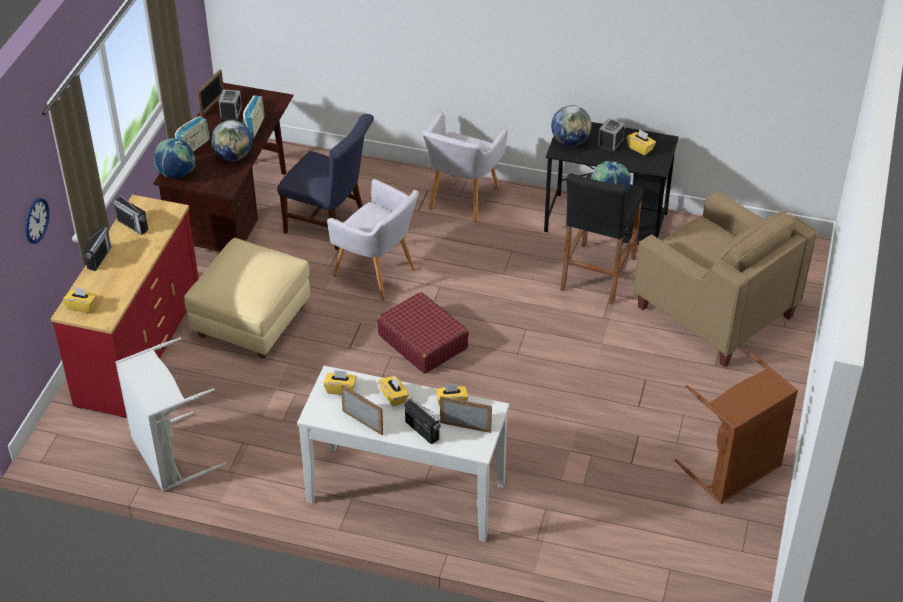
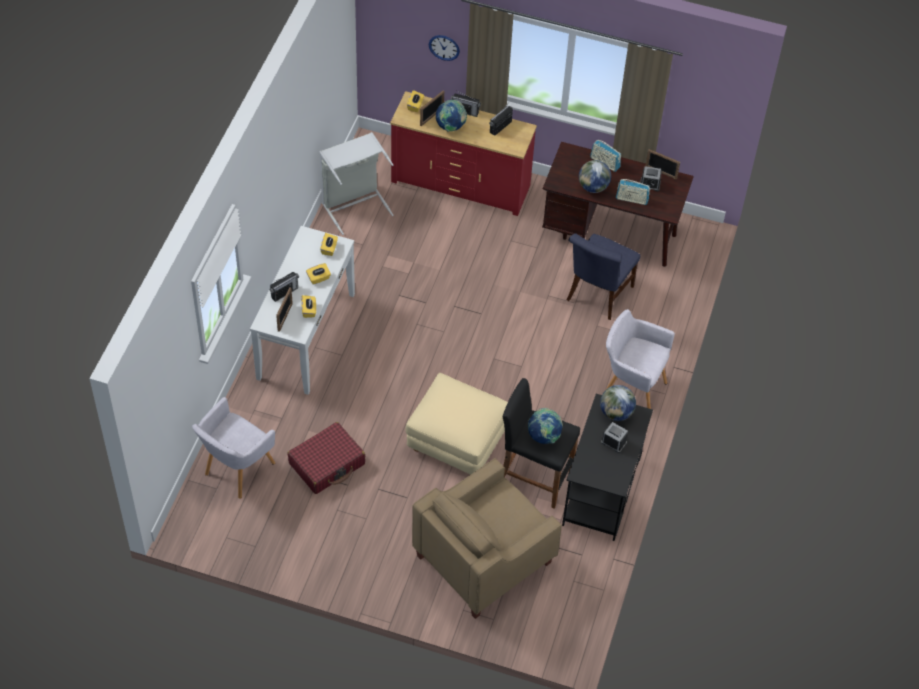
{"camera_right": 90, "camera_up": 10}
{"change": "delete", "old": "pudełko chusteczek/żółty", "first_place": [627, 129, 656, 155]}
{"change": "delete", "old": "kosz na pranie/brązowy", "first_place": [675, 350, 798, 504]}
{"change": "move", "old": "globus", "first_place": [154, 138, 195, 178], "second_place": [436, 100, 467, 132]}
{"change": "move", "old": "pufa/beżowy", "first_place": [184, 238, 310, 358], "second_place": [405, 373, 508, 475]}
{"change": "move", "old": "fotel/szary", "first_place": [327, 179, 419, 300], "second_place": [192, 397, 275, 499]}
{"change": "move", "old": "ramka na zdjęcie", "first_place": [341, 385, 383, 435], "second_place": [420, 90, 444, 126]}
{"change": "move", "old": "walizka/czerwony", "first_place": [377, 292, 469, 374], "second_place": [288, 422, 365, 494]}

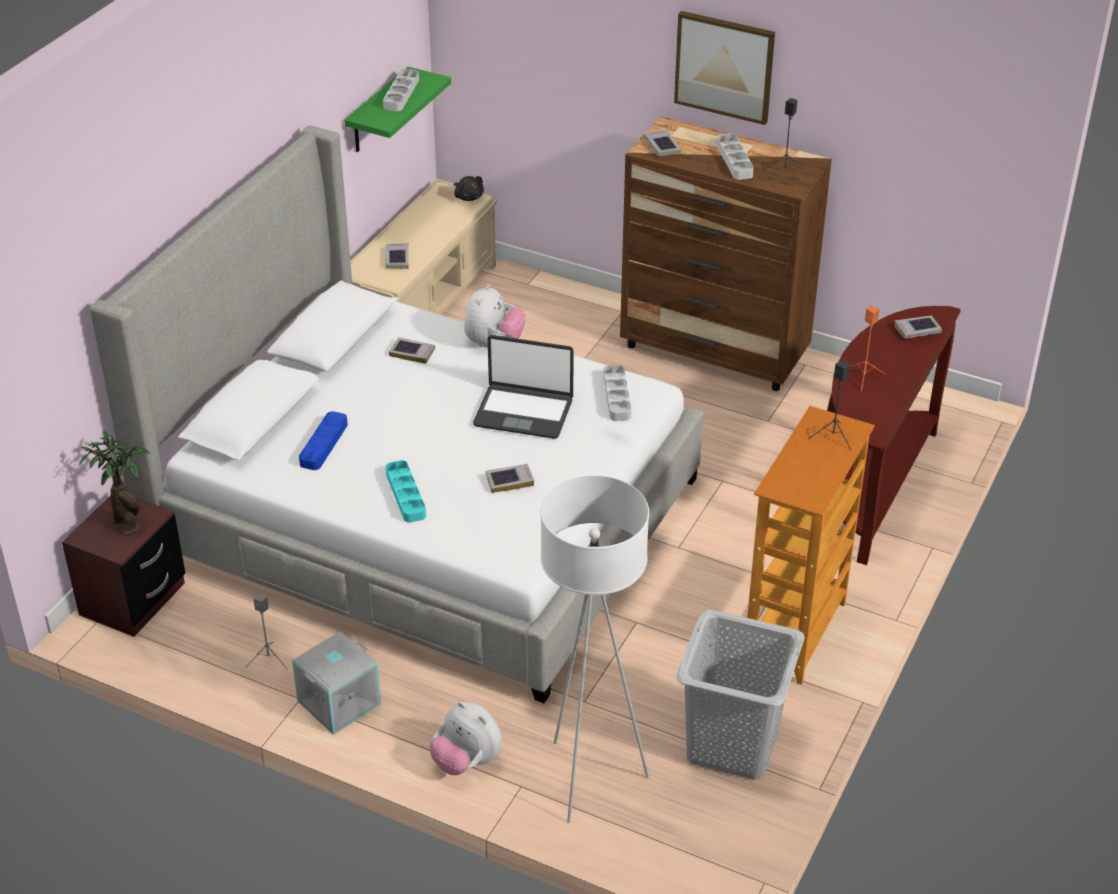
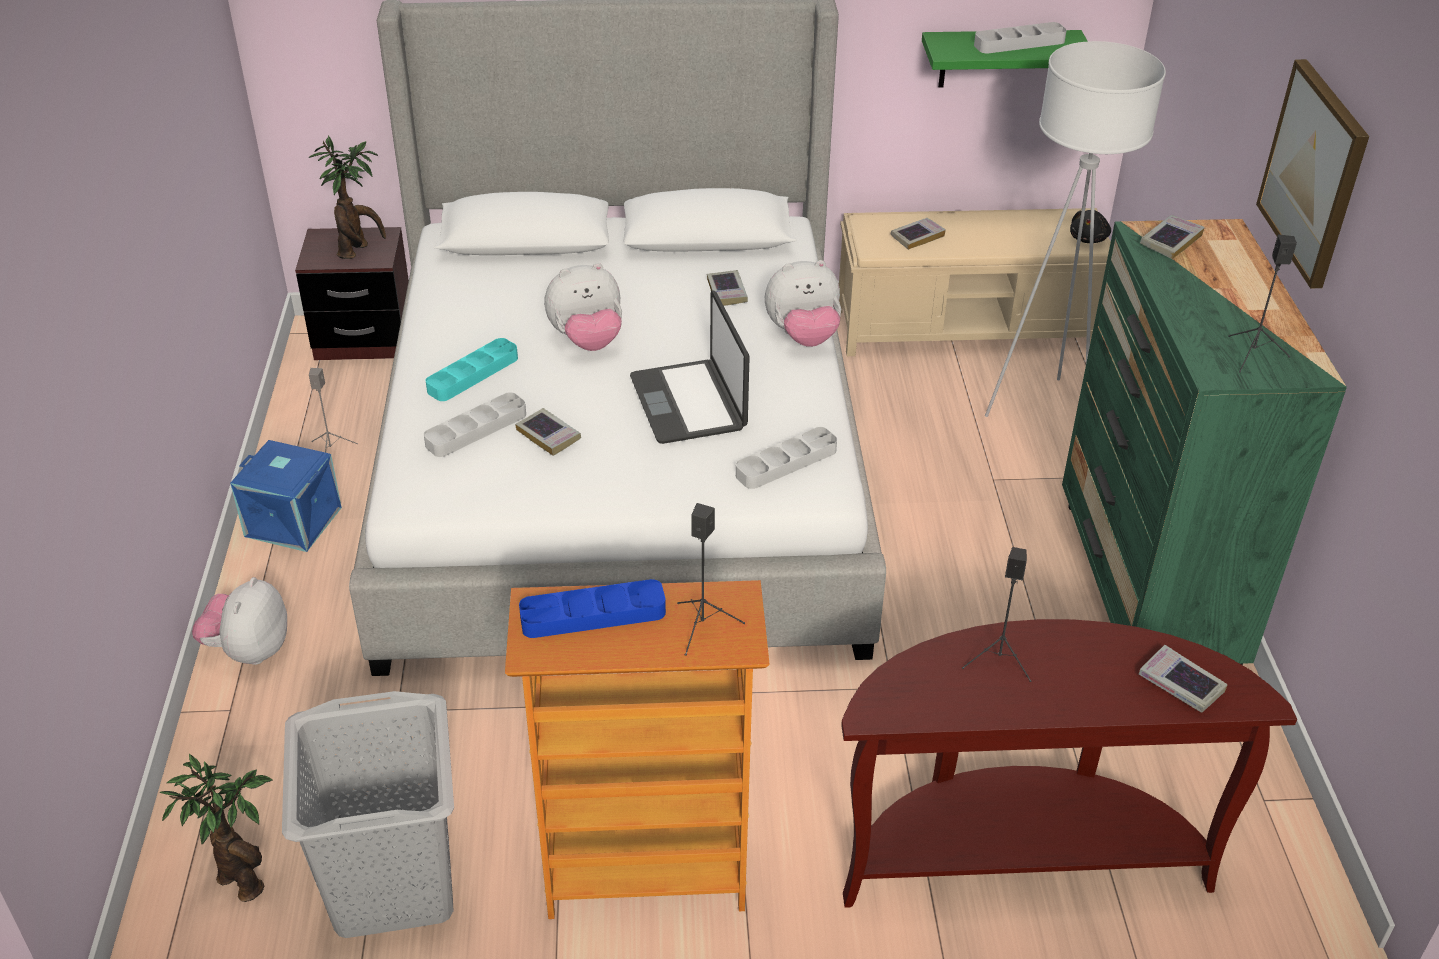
{"camera_right": 60, "camera_up": 0}
{"change": "insert", "new": "roślina doniczkowa", "second_place": [160, 754, 273, 902]}
{"change": "insert", "new": "pluszak", "second_place": [544, 263, 622, 351]}
{"change": "move", "old": "taca/niebieski", "first_place": [299, 411, 348, 470], "second_place": [519, 579, 666, 638]}
{"change": "move", "old": "lampa stojąca/biały", "first_place": [540, 475, 649, 823], "second_place": [985, 41, 1166, 417]}
{"change": "move", "old": "taca/szary", "first_place": [717, 133, 754, 180], "second_place": [424, 392, 526, 457]}
{"change": "recolor", "old": "pojemnik do przechowywania/szary", "new": "pojemnik do przechowywania/niebieski", "first_place": [292, 631, 381, 735], "second_place": [230, 440, 342, 552]}
{"change": "recolor", "old": "komoda/brązowy", "new": "komoda/zielony", "first_place": [620, 116, 831, 391], "second_place": [1062, 219, 1347, 665]}
{"change": "recolor", "old": "głośnik/pomarańczowy", "new": "głośnik/czarny", "first_place": [850, 306, 885, 392], "second_place": [962, 547, 1032, 682]}

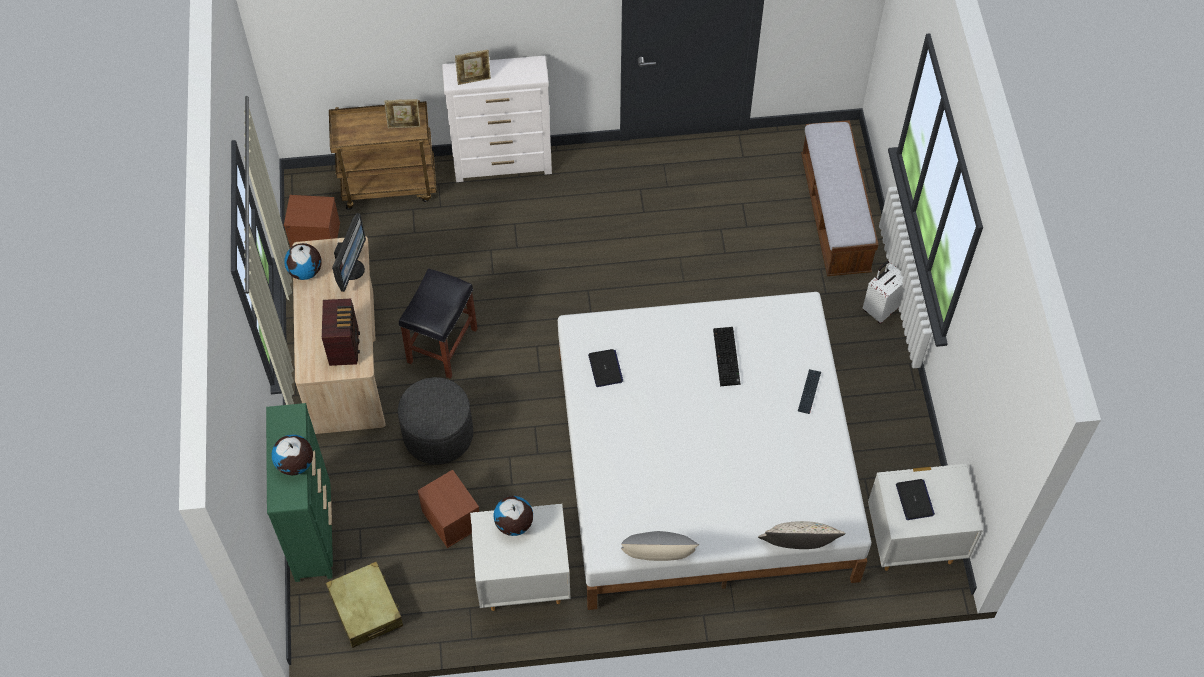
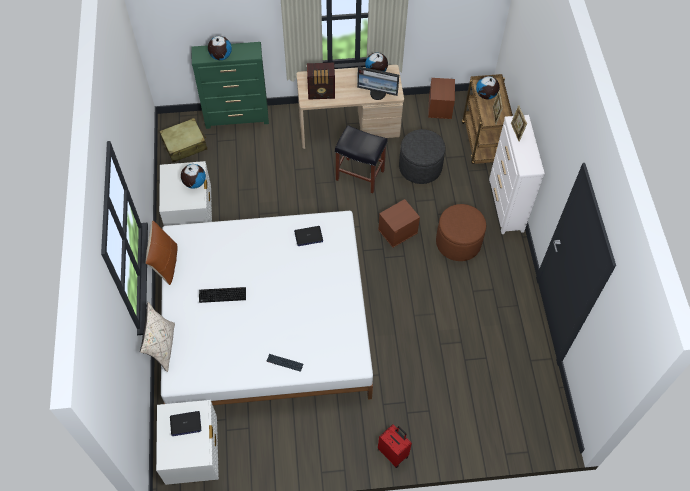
{"camera_right": 90, "camera_up": 0}
{"change": "delete", "old": "ławka", "first_place": [801, 120, 879, 276]}
{"change": "insert", "new": "pufa/brązowy", "second_place": [436, 204, 486, 261]}
{"change": "insert", "new": "globus", "second_place": [476, 76, 500, 99]}
{"change": "move", "old": "pufa/szary", "first_place": [398, 377, 473, 464], "second_place": [399, 129, 445, 184]}
{"change": "move", "old": "pojemnik do przechowywania/brązowy", "first_place": [417, 470, 479, 548], "second_place": [378, 199, 420, 248]}
{"change": "move", "old": "klawiatura", "first_place": [713, 327, 740, 386], "second_place": [199, 287, 246, 303]}
{"change": "recolor", "old": "poduszka/szary", "new": "poduszka/brązowy", "first_place": [621, 531, 699, 561], "second_place": [146, 221, 178, 285]}
{"change": "recolor", "old": "walizka/biały", "new": "walizka/czerwony", "first_place": [863, 261, 904, 324], "second_place": [378, 424, 412, 468]}

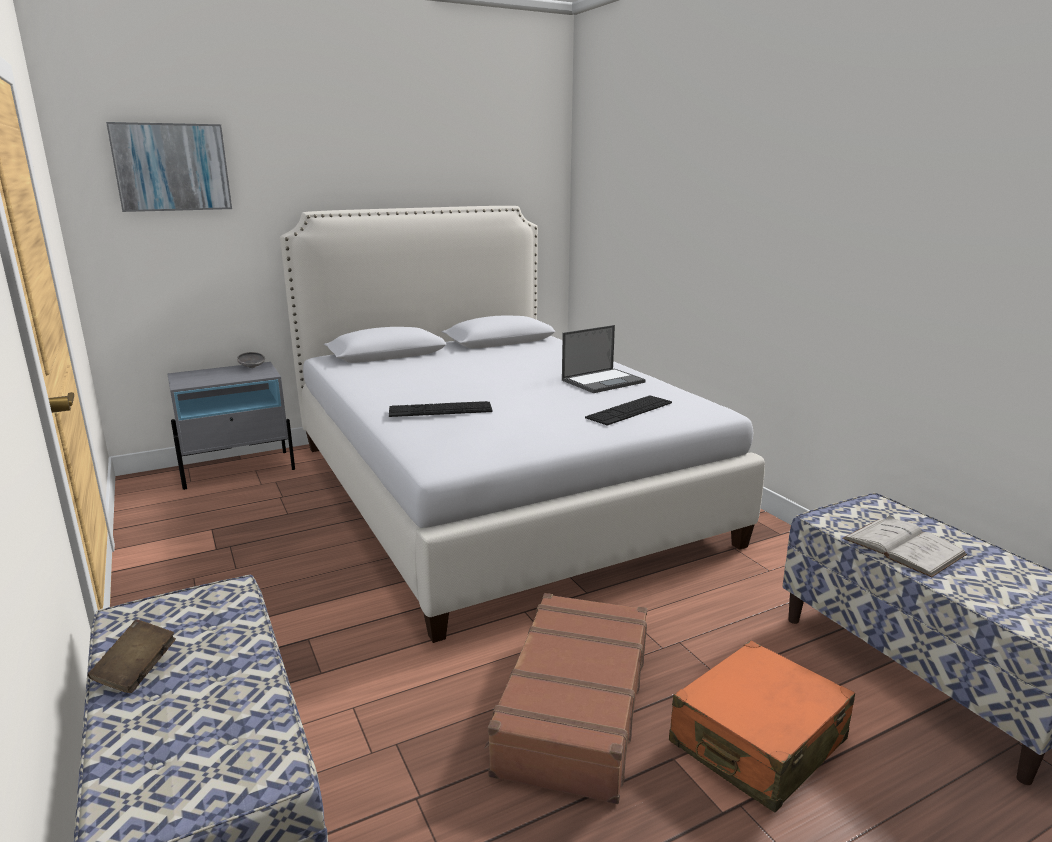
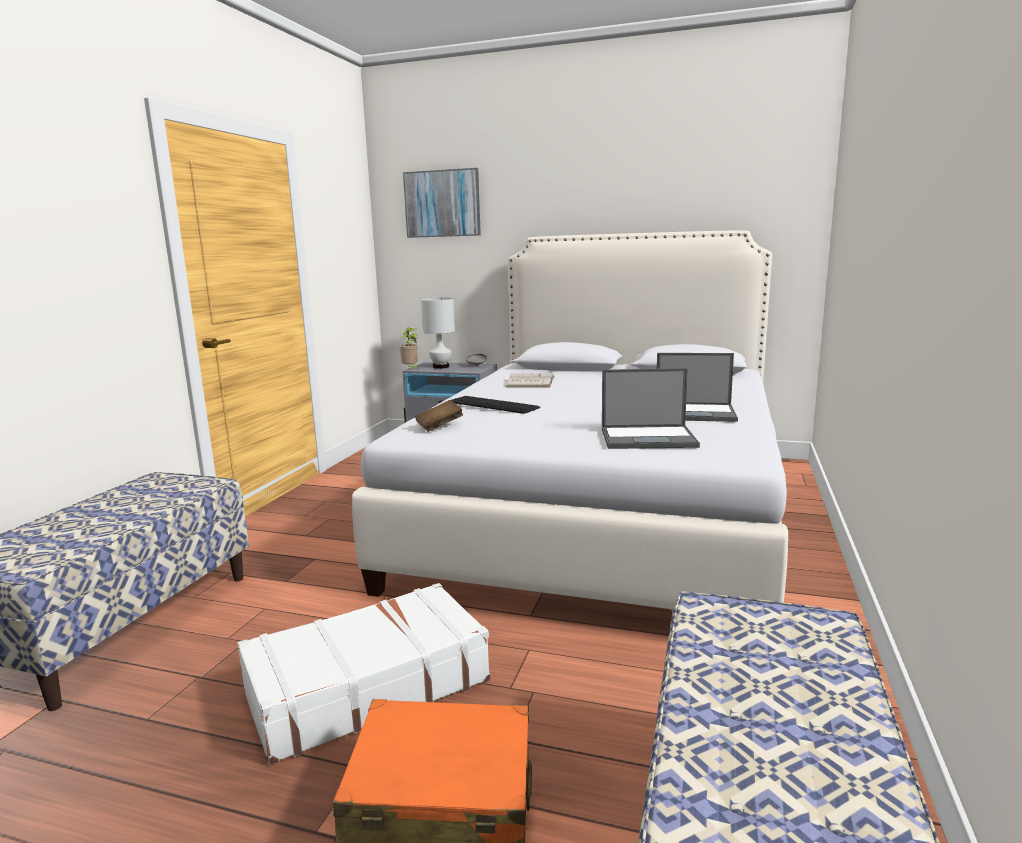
{"camera_right": 45, "camera_up": -5}
{"change": "insert", "new": "roślina doniczkowa", "second_place": [399, 327, 418, 369]}
{"change": "insert", "new": "lampa stołowa/biały", "second_place": [421, 298, 455, 369]}
{"change": "move", "old": "książka/brązowy", "first_place": [88, 620, 176, 693], "second_place": [415, 400, 464, 432]}
{"change": "move", "old": "książka/biały", "first_place": [842, 516, 967, 577], "second_place": [506, 371, 554, 388]}
{"change": "replace", "old": "klawiatura", "new": "laptop", "first_place": [585, 395, 672, 426], "second_place": [602, 368, 700, 449]}
{"change": "recolor", "old": "walizka/brązowy", "new": "walizka/biały", "first_place": [484, 593, 647, 804], "second_place": [237, 583, 491, 765]}

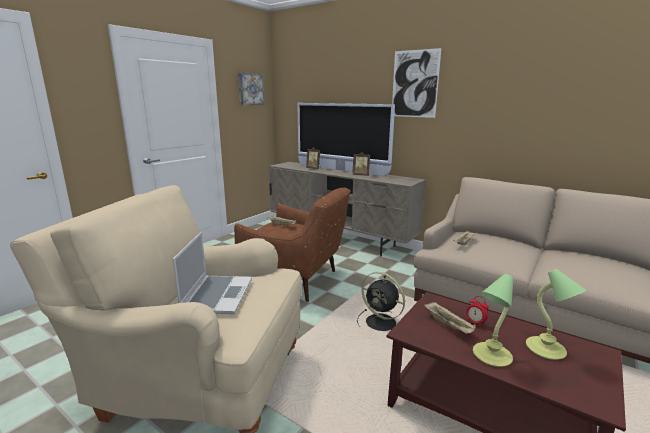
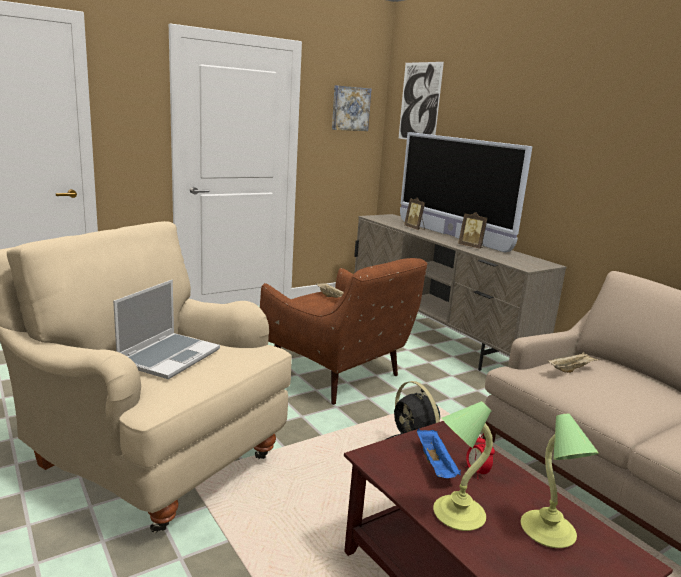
{"camera_right": 20, "camera_up": 0}
{"change": "move", "old": "obraz", "first_place": [392, 48, 441, 118], "second_place": [399, 62, 444, 140]}
{"change": "recolor", "old": "taca/beżowy", "new": "taca/niebieski", "first_place": [424, 302, 476, 334], "second_place": [417, 429, 461, 478]}

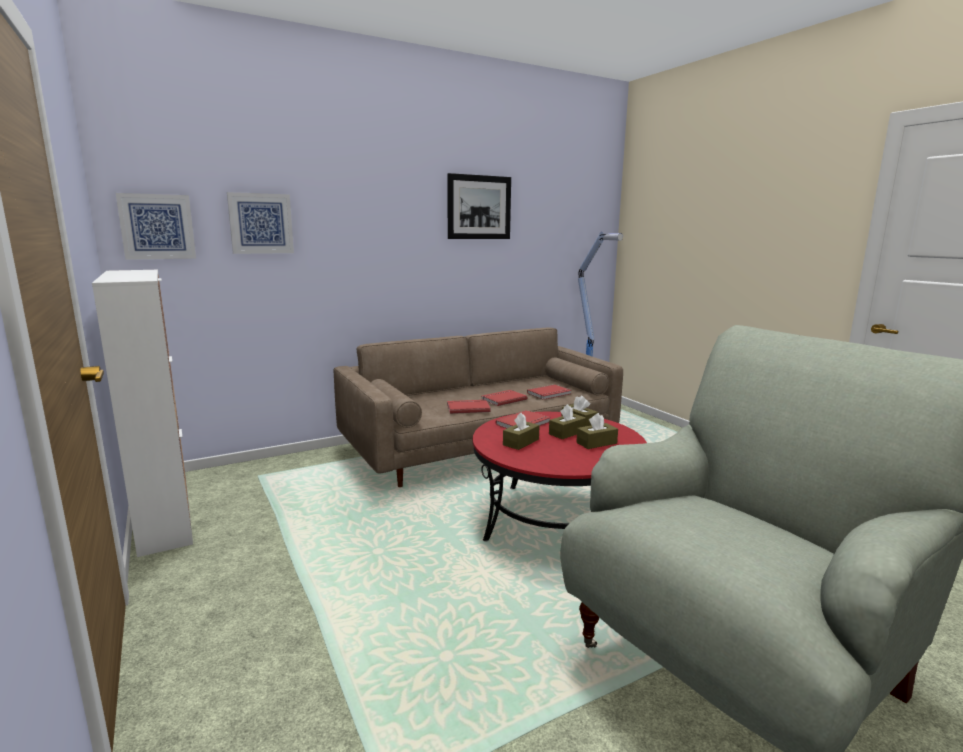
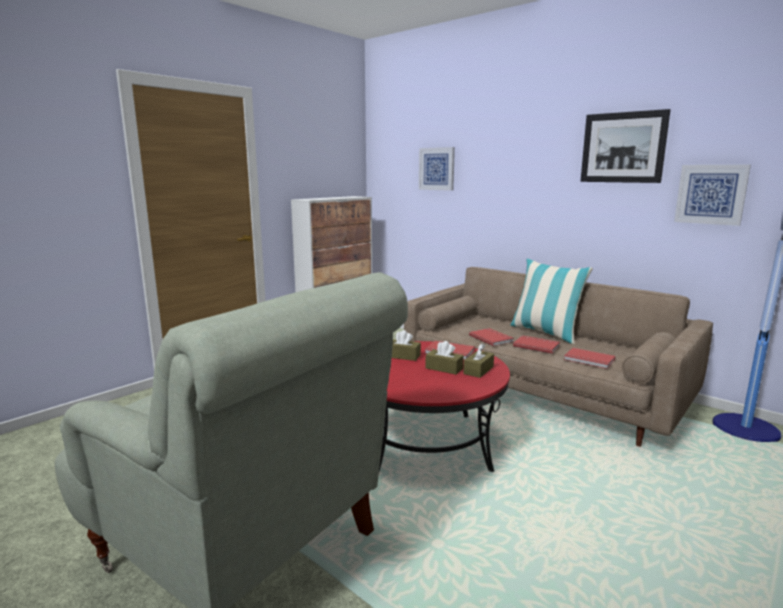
{"camera_right": 70, "camera_up": 0}
{"change": "delete", "old": "pudełko chusteczek/brązowy", "first_place": [576, 413, 618, 449]}
{"change": "insert", "new": "poduszka", "second_place": [510, 259, 593, 344]}
{"change": "move", "old": "obraz", "first_place": [116, 193, 196, 260], "second_place": [674, 165, 751, 226]}

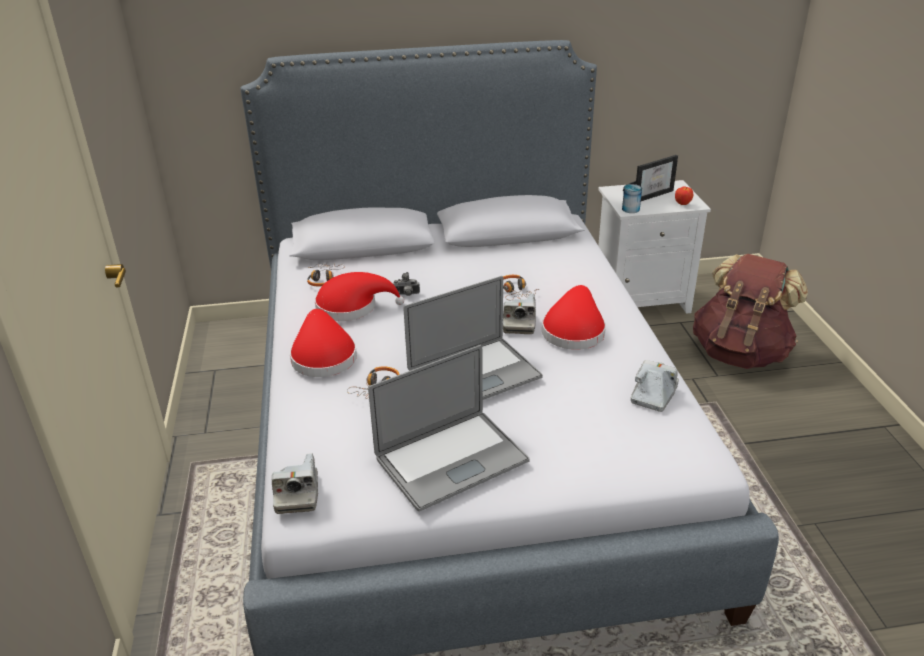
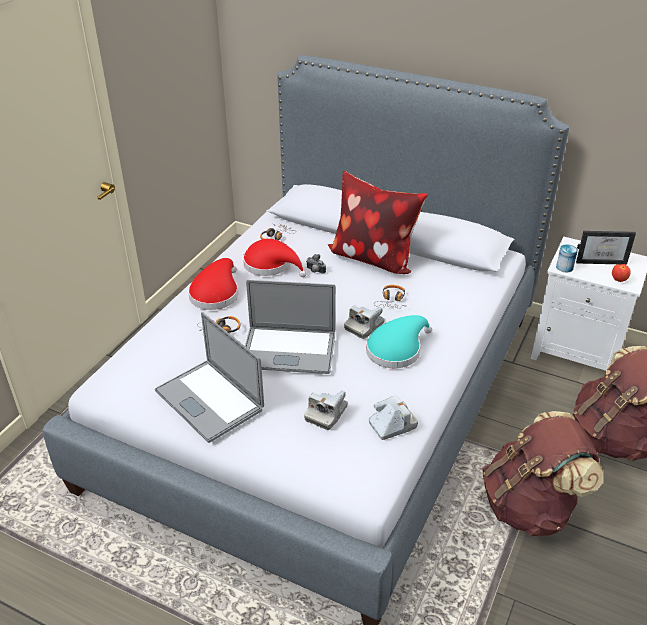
{"camera_right": 35, "camera_up": 5}
{"change": "insert", "new": "poduszka", "second_place": [328, 171, 428, 274]}
{"change": "insert", "new": "plecak/brązowy", "second_place": [482, 411, 603, 536]}
{"change": "move", "old": "aparat fotograficzny", "first_place": [272, 453, 318, 514], "second_place": [304, 390, 348, 430]}
{"change": "recolor", "old": "kapelusz/czerwony", "new": "kapelusz/turkusowy", "first_place": [542, 285, 606, 350], "second_place": [366, 315, 432, 368]}
{"change": "rotate", "old": "laptop", "first_place": [368, 345, 530, 512], "second_place": [155, 312, 264, 443], "degrees": 45}

